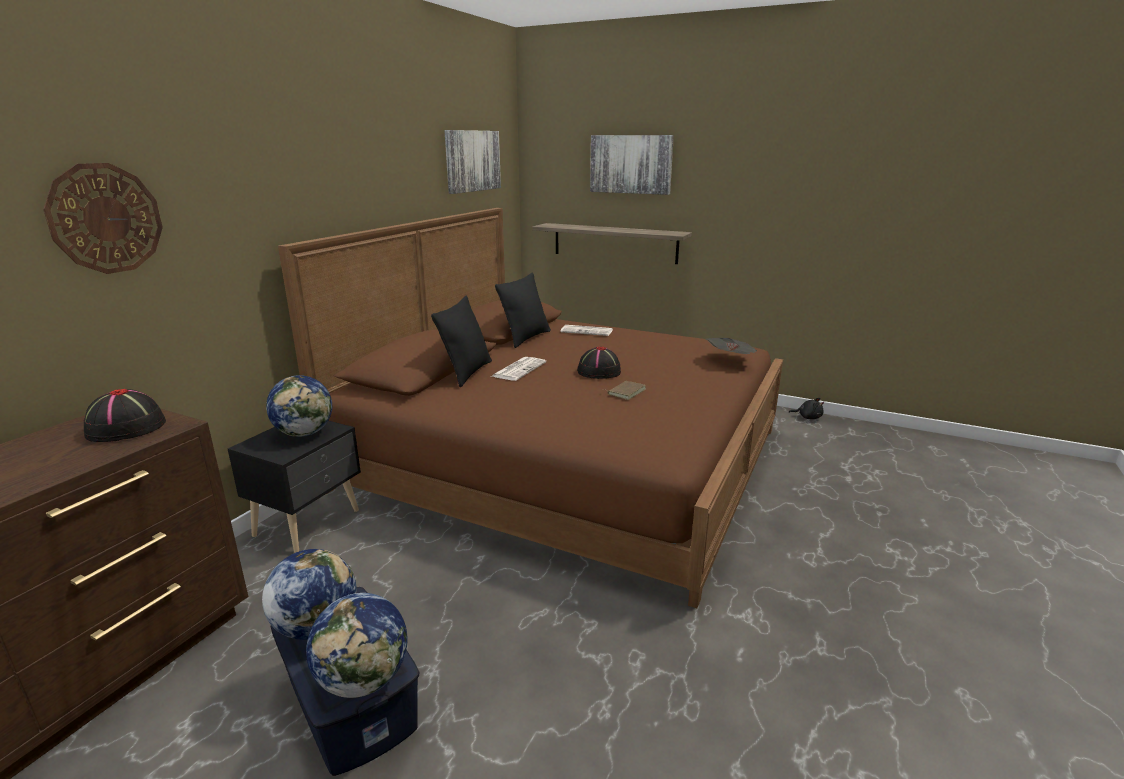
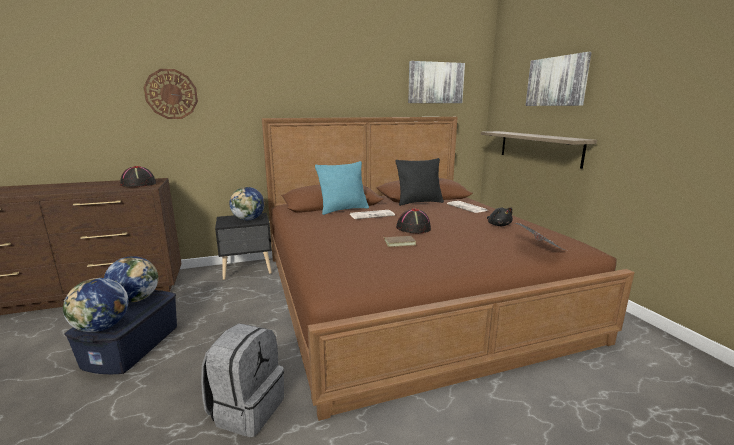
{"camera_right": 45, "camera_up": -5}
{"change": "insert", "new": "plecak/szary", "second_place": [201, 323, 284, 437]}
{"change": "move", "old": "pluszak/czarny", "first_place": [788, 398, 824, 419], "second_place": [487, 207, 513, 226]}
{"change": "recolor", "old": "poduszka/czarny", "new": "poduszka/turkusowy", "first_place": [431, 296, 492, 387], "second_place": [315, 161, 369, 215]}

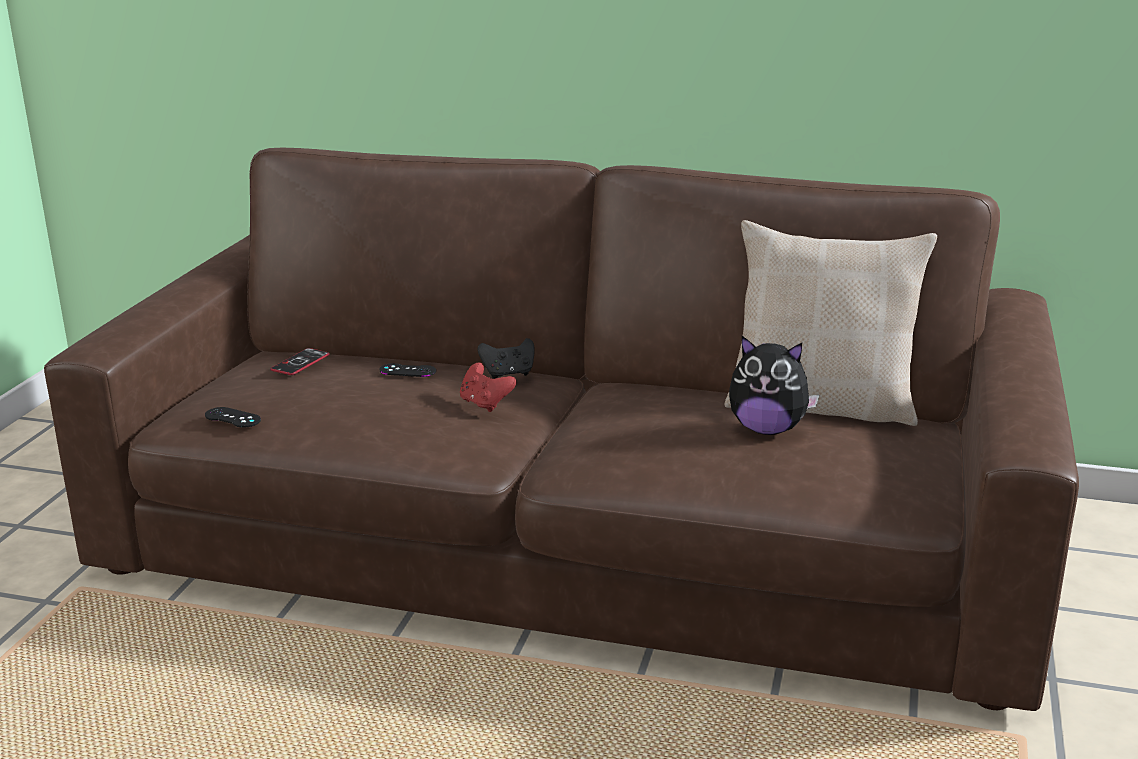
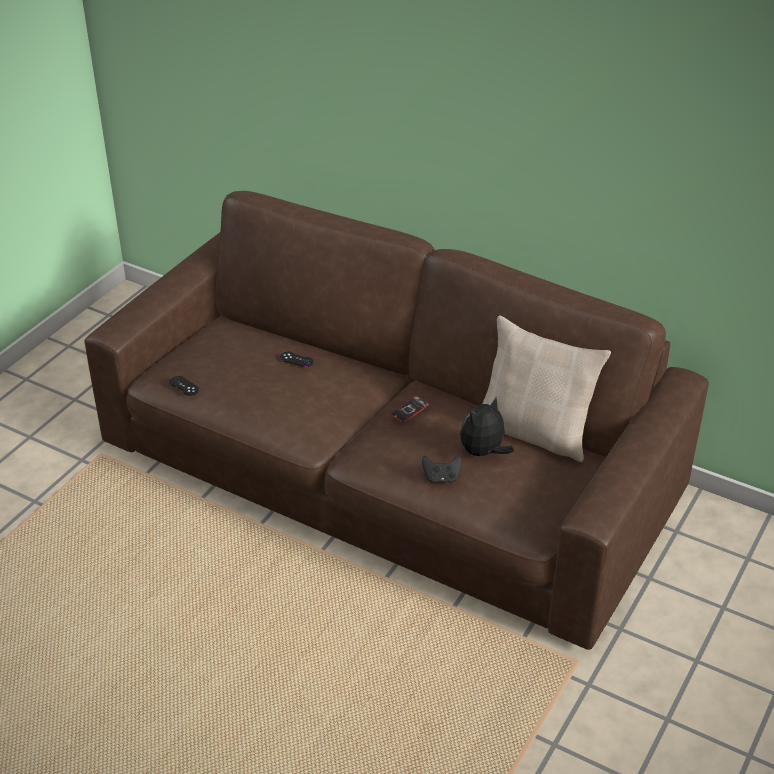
{"camera_right": 15, "camera_up": 15}
{"change": "delete", "old": "pad do gier/czerwony", "first_place": [460, 363, 517, 412]}
{"change": "move", "old": "telefon", "first_place": [270, 348, 330, 375], "second_place": [390, 396, 429, 423]}
{"change": "move", "old": "pad do gier/czarny", "first_place": [478, 338, 534, 379], "second_place": [422, 455, 462, 483]}
{"change": "rotate", "old": "pluszak", "first_place": [729, 336, 819, 435], "second_place": [460, 397, 514, 457], "degrees": 105}

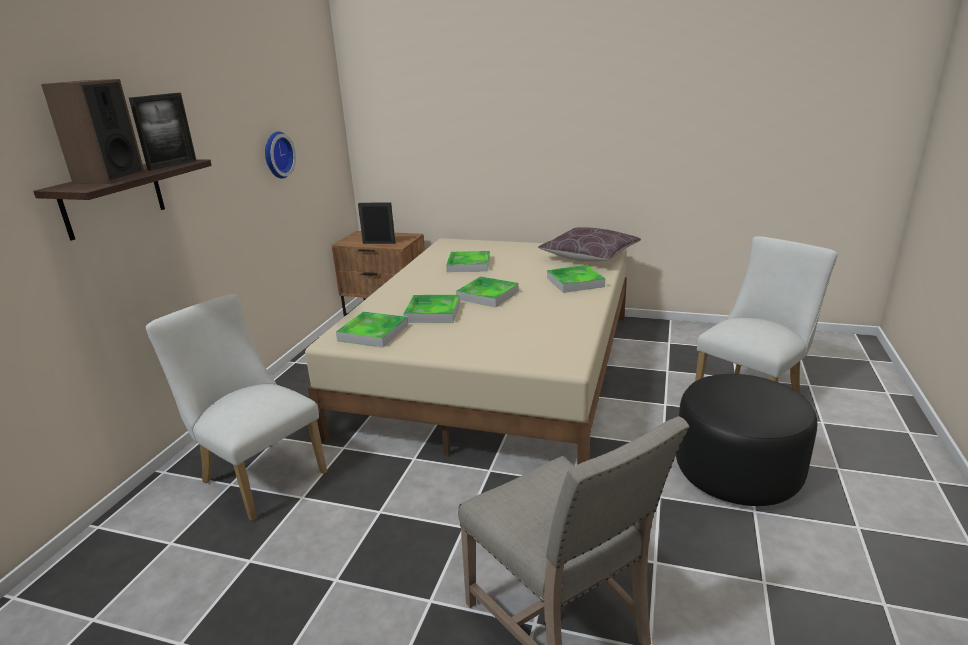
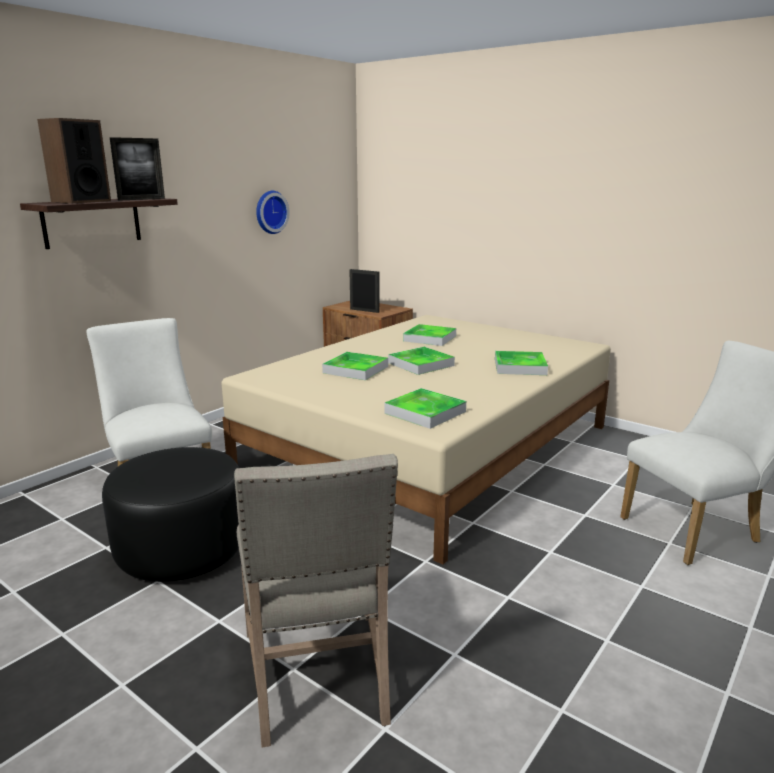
{"camera_right": 20, "camera_up": -5}
{"change": "delete", "old": "poduszka/brązowy", "first_place": [538, 227, 641, 262]}
{"change": "move", "old": "taca", "first_place": [336, 312, 408, 348], "second_place": [384, 388, 466, 429]}
{"change": "move", "old": "pufa/czarny", "first_place": [676, 374, 817, 506], "second_place": [102, 447, 239, 582]}

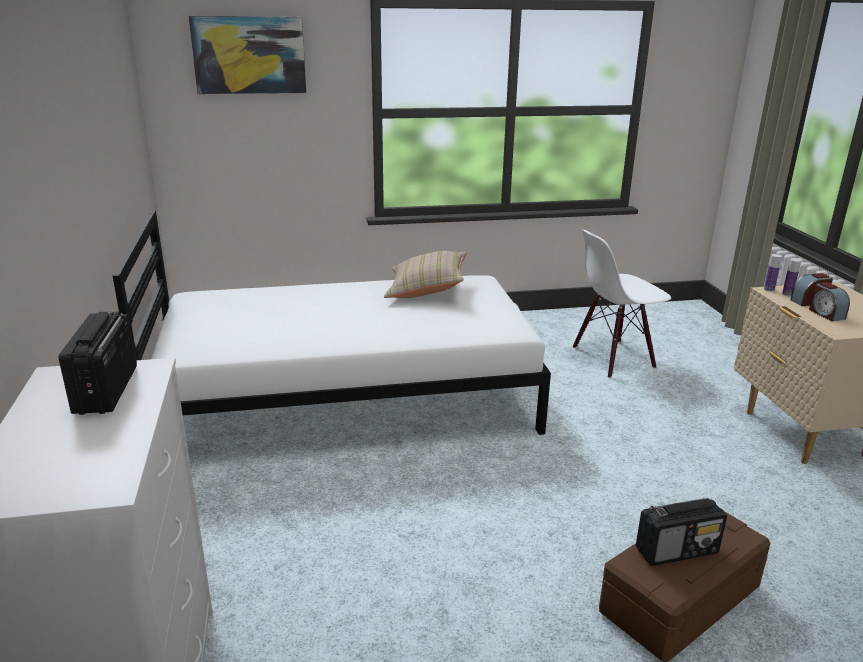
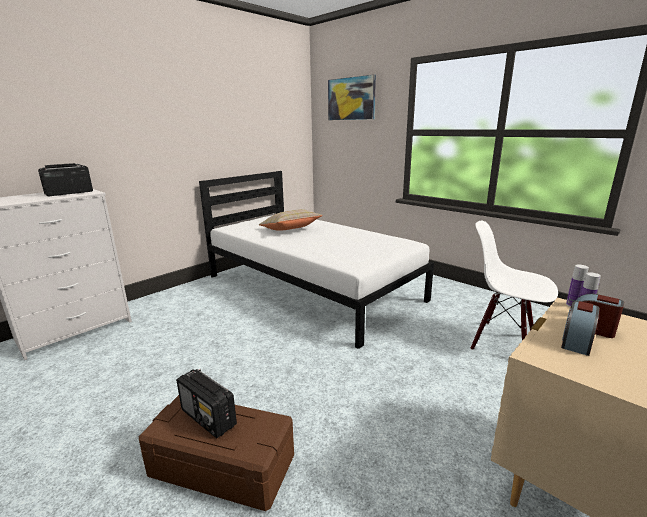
{"camera_right": 55, "camera_up": -5}
{"change": "move", "old": "poduszka/beżowy", "first_place": [384, 251, 467, 298], "second_place": [259, 209, 323, 231]}

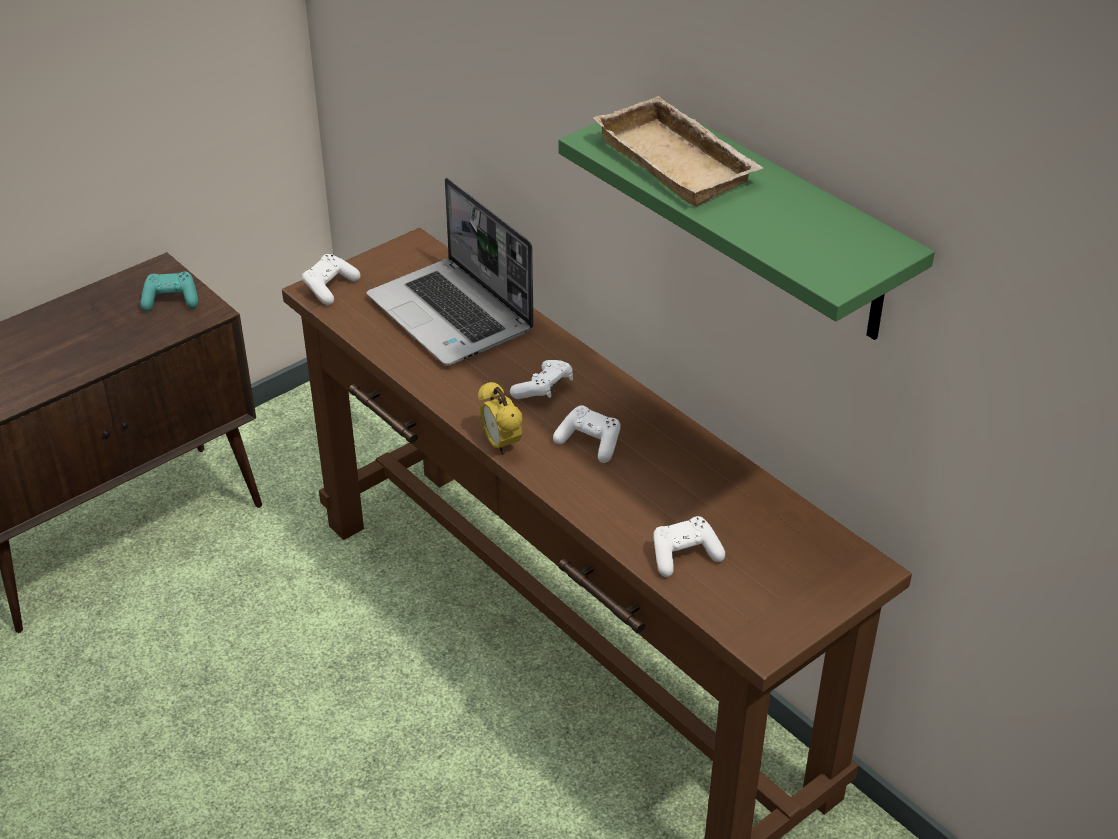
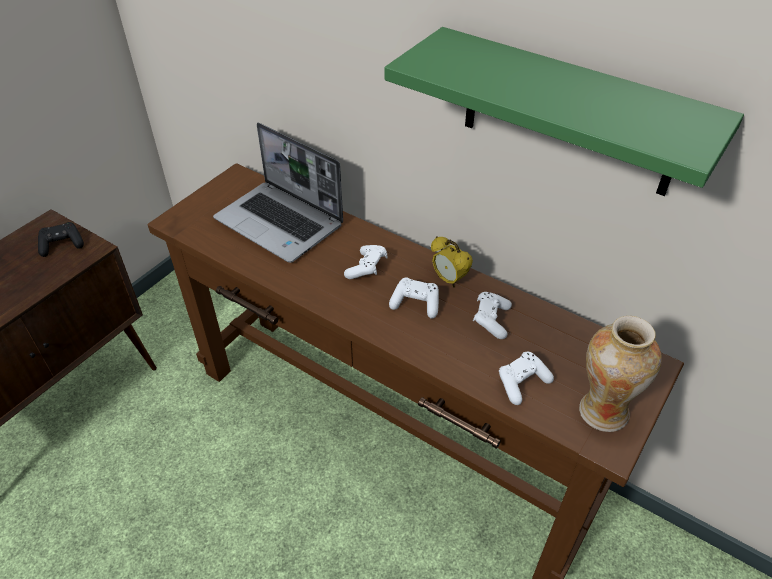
{"camera_right": -15, "camera_up": 5}
{"change": "delete", "old": "taca/beżowy", "first_place": [593, 96, 764, 207]}
{"change": "insert", "new": "wazon", "second_place": [579, 316, 662, 432]}
{"change": "move", "old": "pad do gier/biały", "first_place": [302, 254, 361, 305], "second_place": [473, 292, 512, 339]}
{"change": "move", "old": "budzik", "first_place": [478, 381, 523, 455], "second_place": [431, 236, 473, 287]}
{"change": "recolor", "old": "pad do gier/turkusowy", "new": "pad do gier/czarny", "first_place": [140, 272, 198, 311], "second_place": [38, 222, 84, 257]}

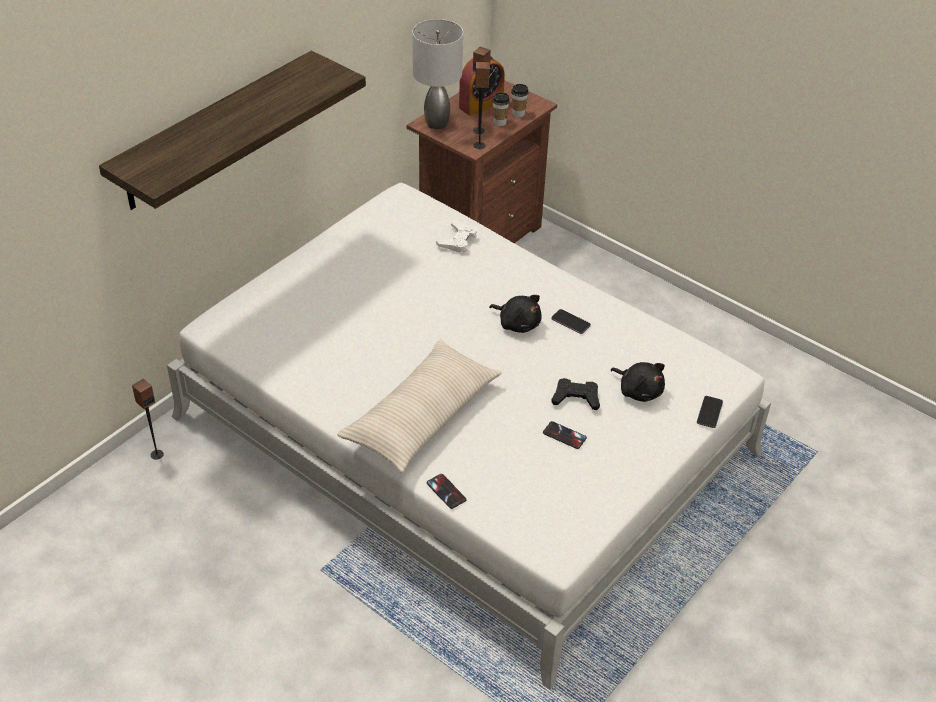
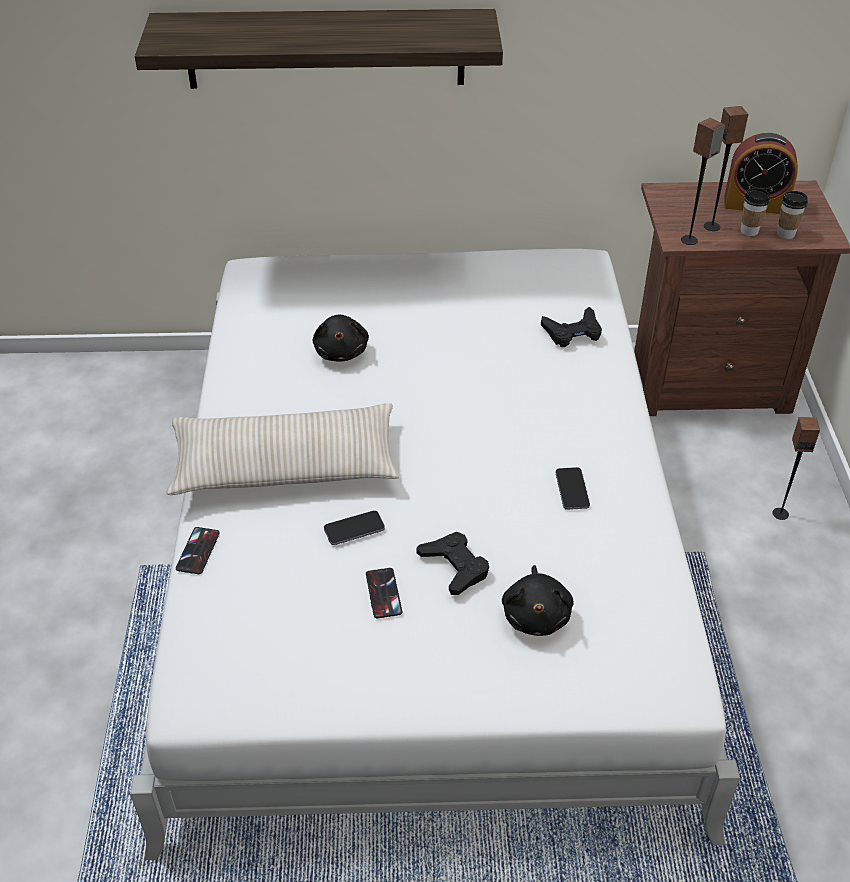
{"camera_right": 50, "camera_up": 0}
{"change": "delete", "old": "lampa stołowa/szary", "first_place": [412, 19, 463, 129]}
{"change": "move", "old": "głośnik", "first_place": [132, 379, 164, 460], "second_place": [772, 417, 820, 520]}
{"change": "move", "old": "pluszak/czarny", "first_place": [489, 295, 542, 333], "second_place": [313, 315, 369, 362]}
{"change": "move", "old": "telefon", "first_place": [697, 396, 723, 428], "second_place": [324, 511, 385, 545]}
{"change": "recolor", "old": "pad do gier/biały", "new": "pad do gier/czarny", "first_place": [436, 219, 477, 253], "second_place": [541, 307, 602, 347]}

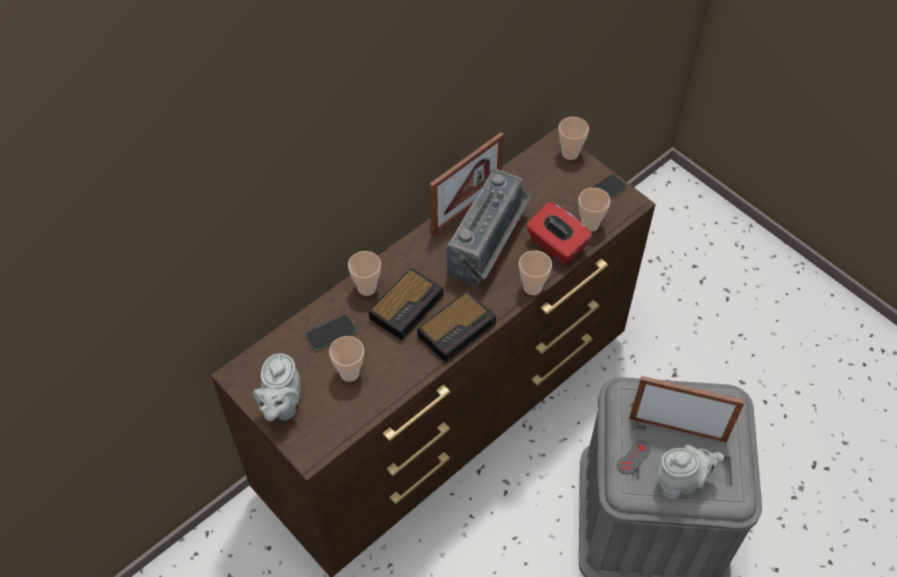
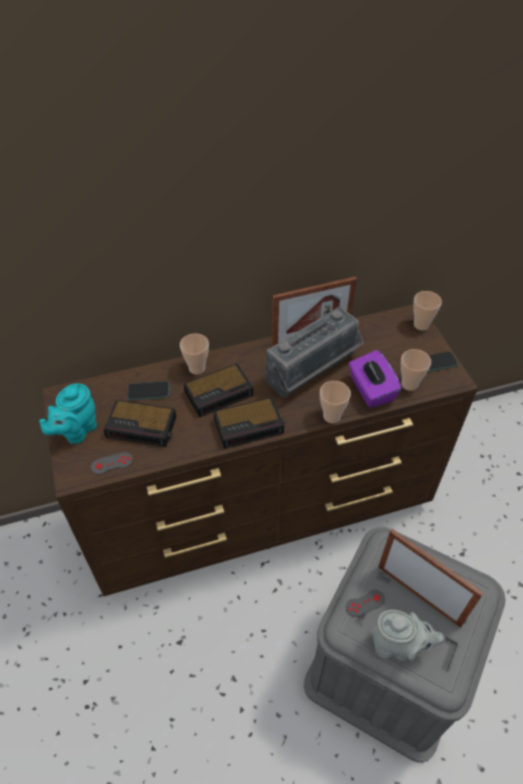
{"camera_right": 25, "camera_up": -5}
{"change": "insert", "new": "pad do gier/szary", "second_place": [91, 452, 133, 475]}
{"change": "replace", "old": "filiżanka", "new": "budzik", "first_place": [329, 336, 364, 382], "second_place": [104, 400, 176, 447]}
{"change": "recolor", "old": "imbryk/szary", "new": "imbryk/turkusowy", "first_place": [253, 353, 301, 421], "second_place": [39, 383, 97, 444]}
{"change": "recolor", "old": "pudełko chusteczek/czerwony", "new": "pudełko chusteczek/fioletowy", "first_place": [526, 202, 592, 264], "second_place": [349, 350, 402, 408]}

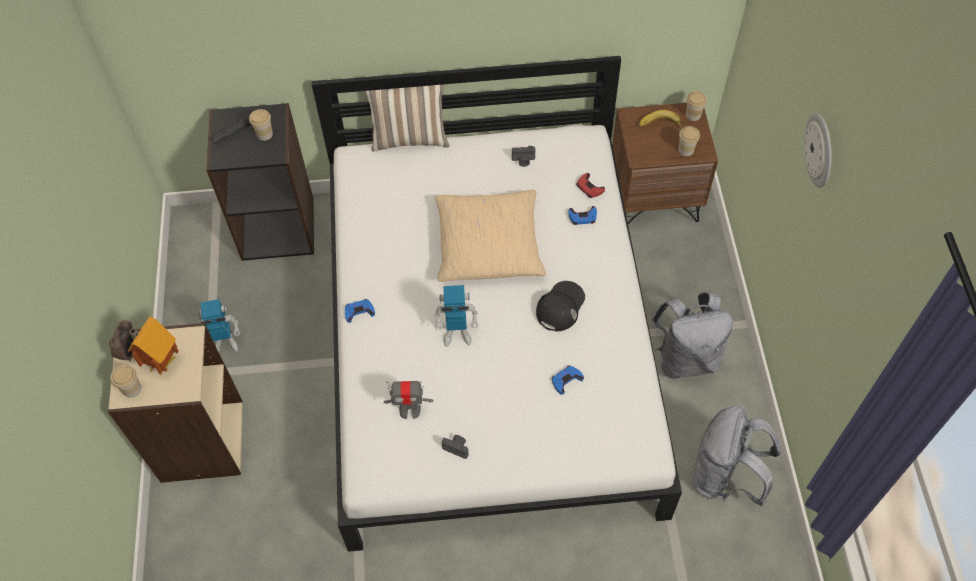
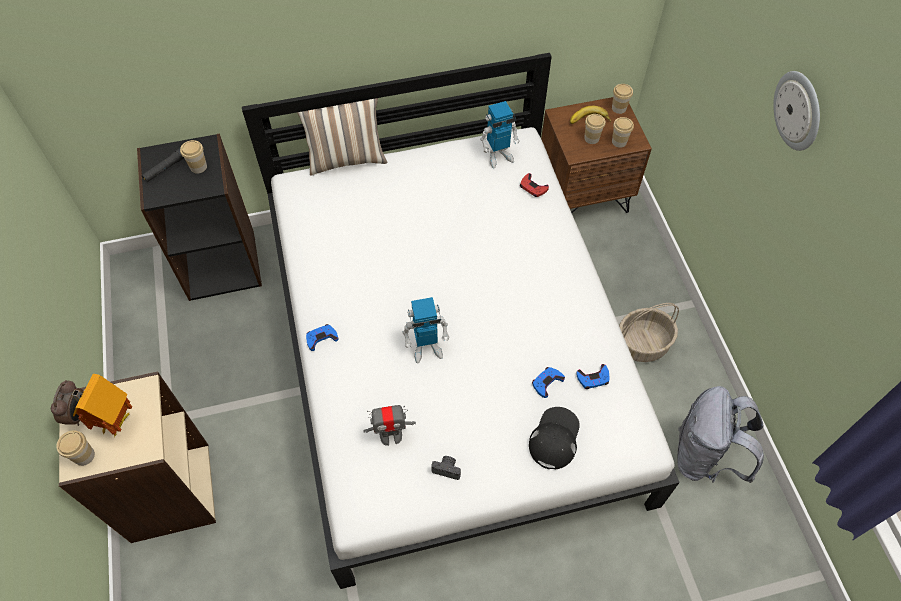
{"camera_right": -10, "camera_up": 0}
{"change": "delete", "old": "poduszka/beżowy", "first_place": [435, 190, 546, 282]}
{"change": "delete", "old": "aparat fotograficzny", "first_place": [512, 146, 535, 167]}
{"change": "insert", "new": "filiżanka", "second_place": [584, 114, 605, 144]}
{"change": "move", "old": "robot zabawkowy", "first_place": [198, 299, 240, 352], "second_place": [480, 101, 520, 168]}
{"change": "move", "old": "czapka z daszkiem/czarny", "first_place": [536, 281, 585, 332], "second_place": [529, 407, 580, 470]}
{"change": "move", "old": "pad do gier/niebieski", "first_place": [568, 206, 597, 225], "second_place": [576, 364, 610, 389]}
{"change": "replace", "old": "plecak/szary", "new": "koszyk", "first_place": [652, 292, 733, 379], "second_place": [619, 303, 679, 362]}

